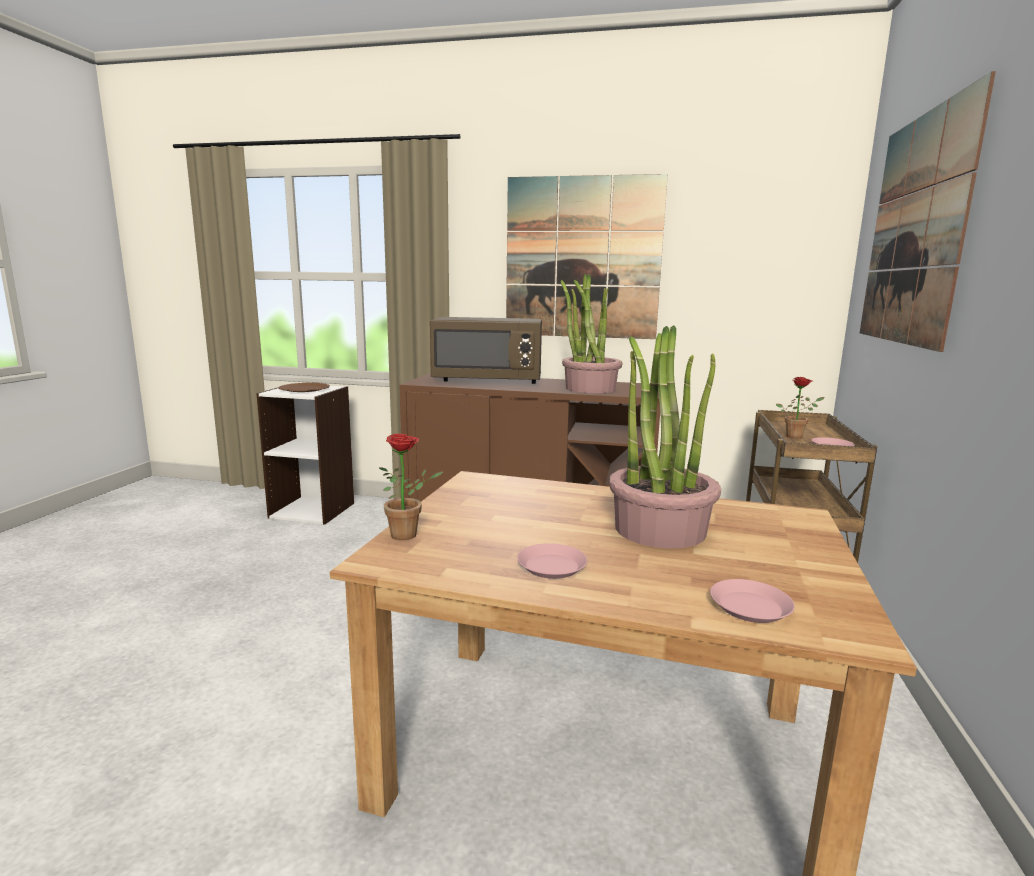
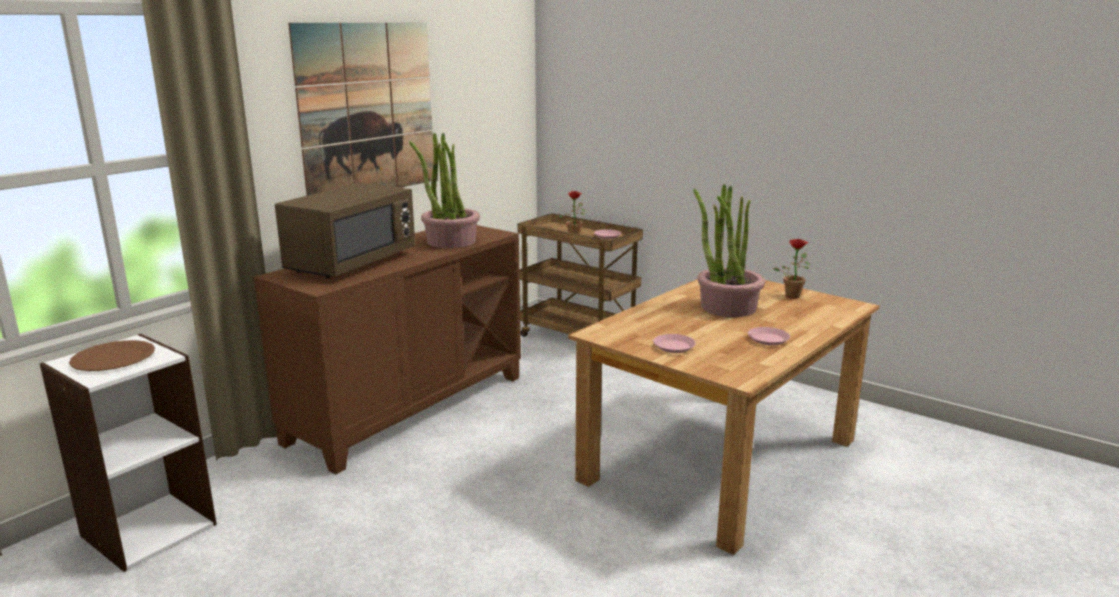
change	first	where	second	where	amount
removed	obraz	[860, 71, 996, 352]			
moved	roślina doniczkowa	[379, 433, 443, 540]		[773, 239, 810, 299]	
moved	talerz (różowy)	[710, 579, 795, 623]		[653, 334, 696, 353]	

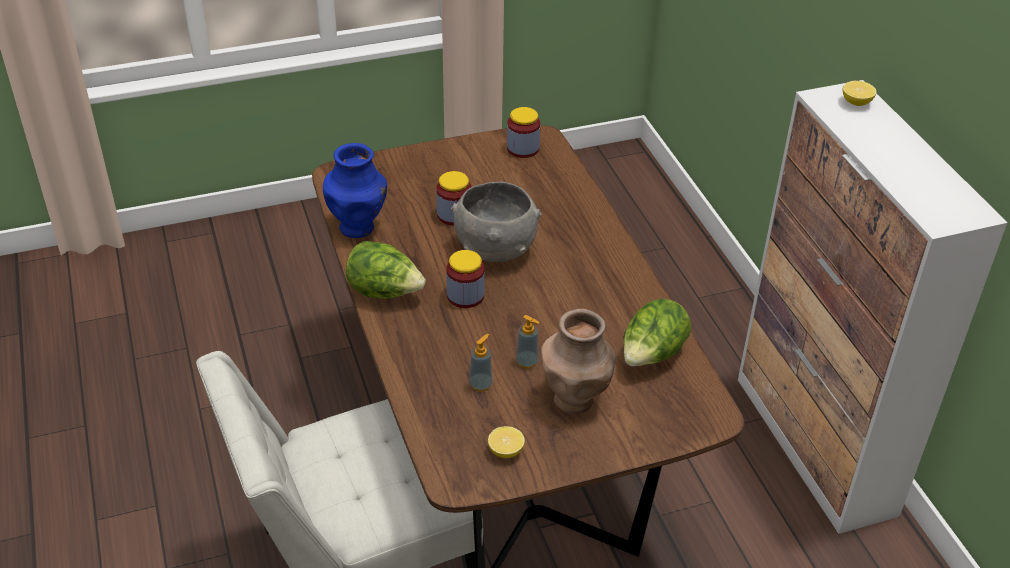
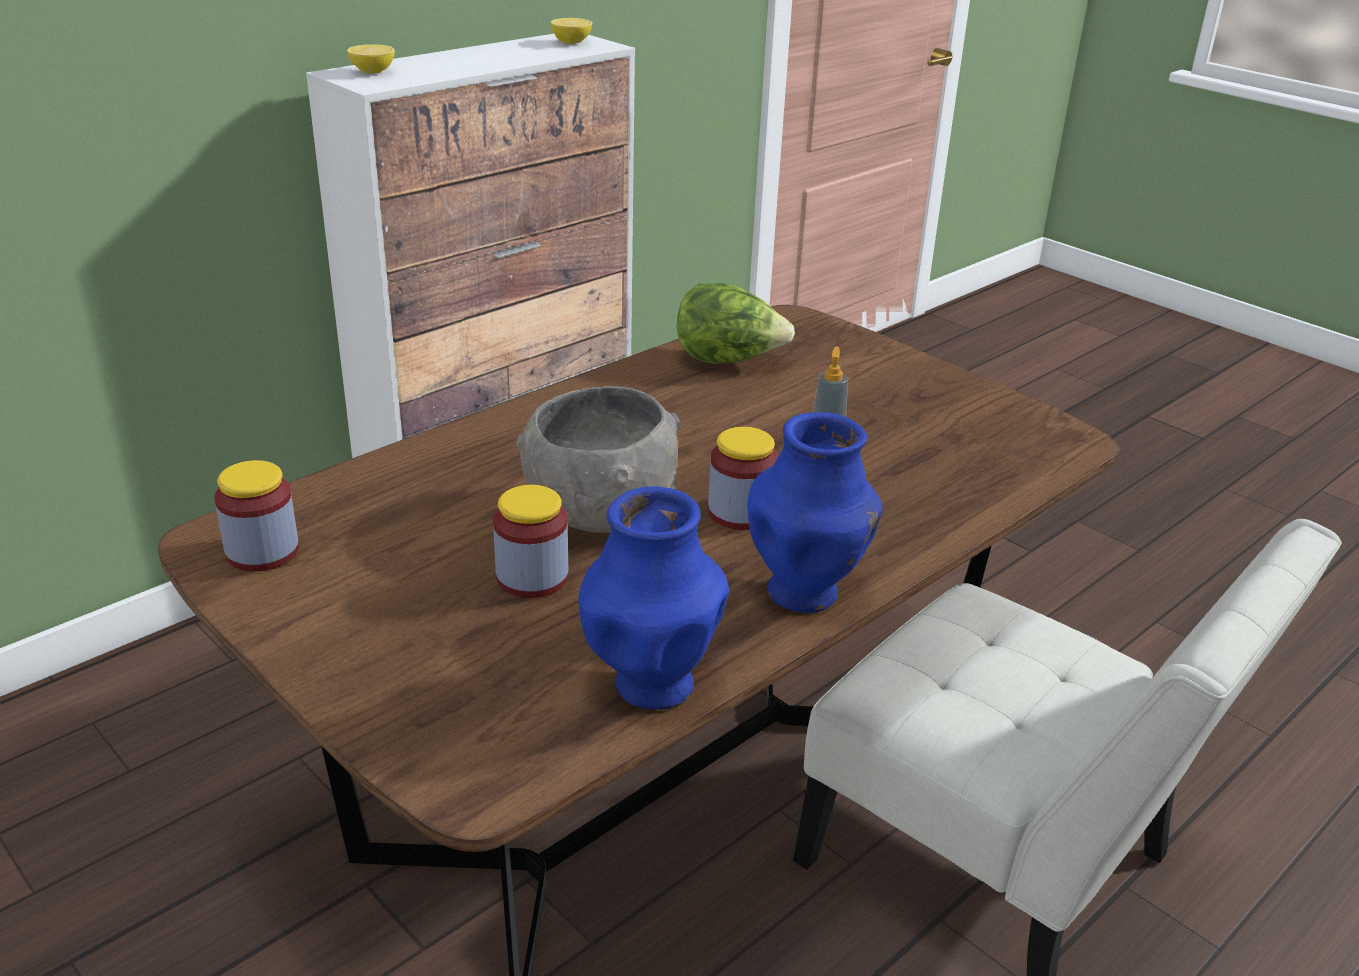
change	first	where	second	where	amount
replaced	sałata	[346, 241, 426, 299]	wazon (niebieski)	[747, 412, 882, 613]	
removed	wazon (brązowy)	[541, 309, 615, 414]			
removed	dozownik mydła	[469, 334, 493, 392]			
moved	cytryna	[488, 426, 525, 458]		[551, 18, 592, 44]	

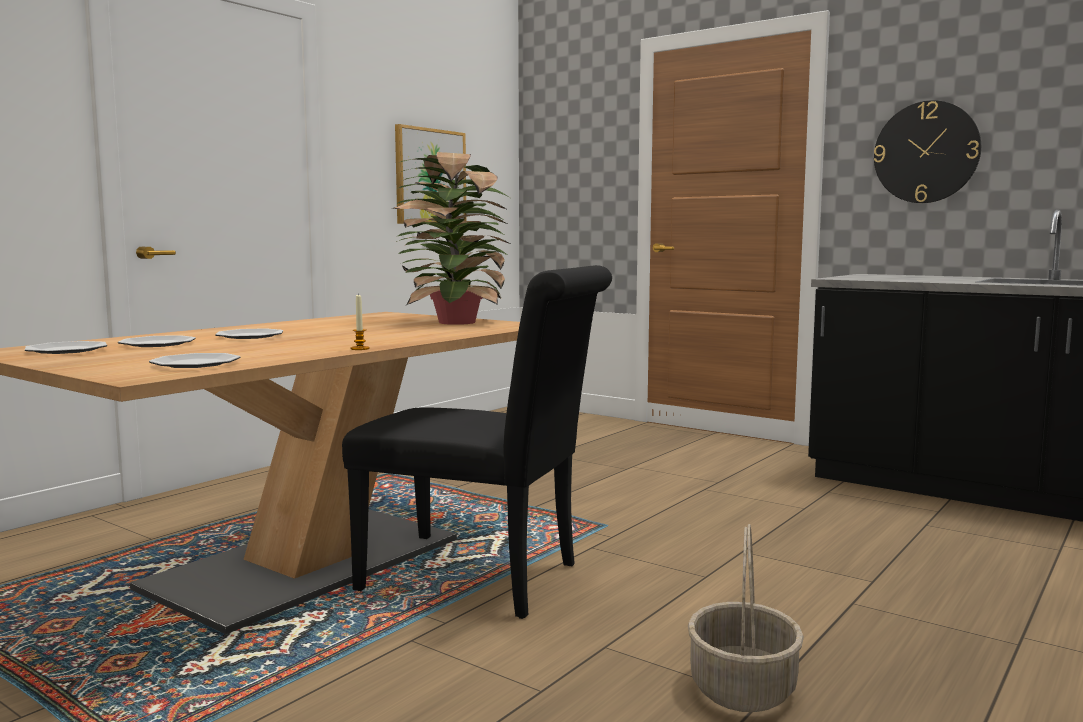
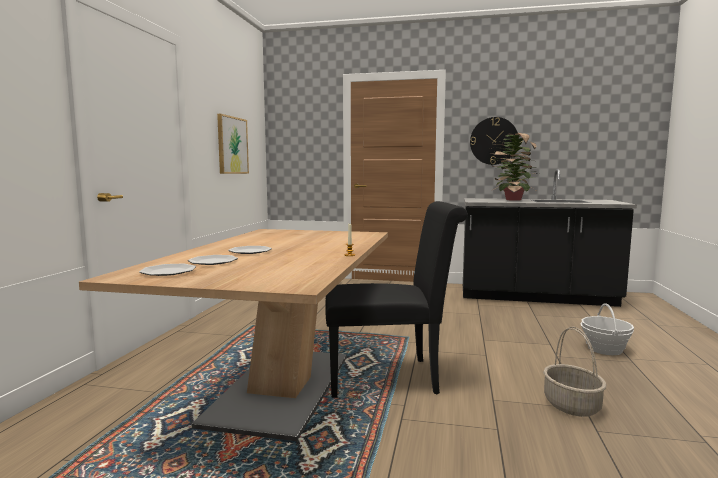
change	first	where	second	where	amount
moved	roślina doniczkowa	[391, 152, 510, 325]		[489, 133, 538, 201]	
removed	talerz	[149, 353, 240, 368]			
added			koszyk	[580, 303, 634, 355]	

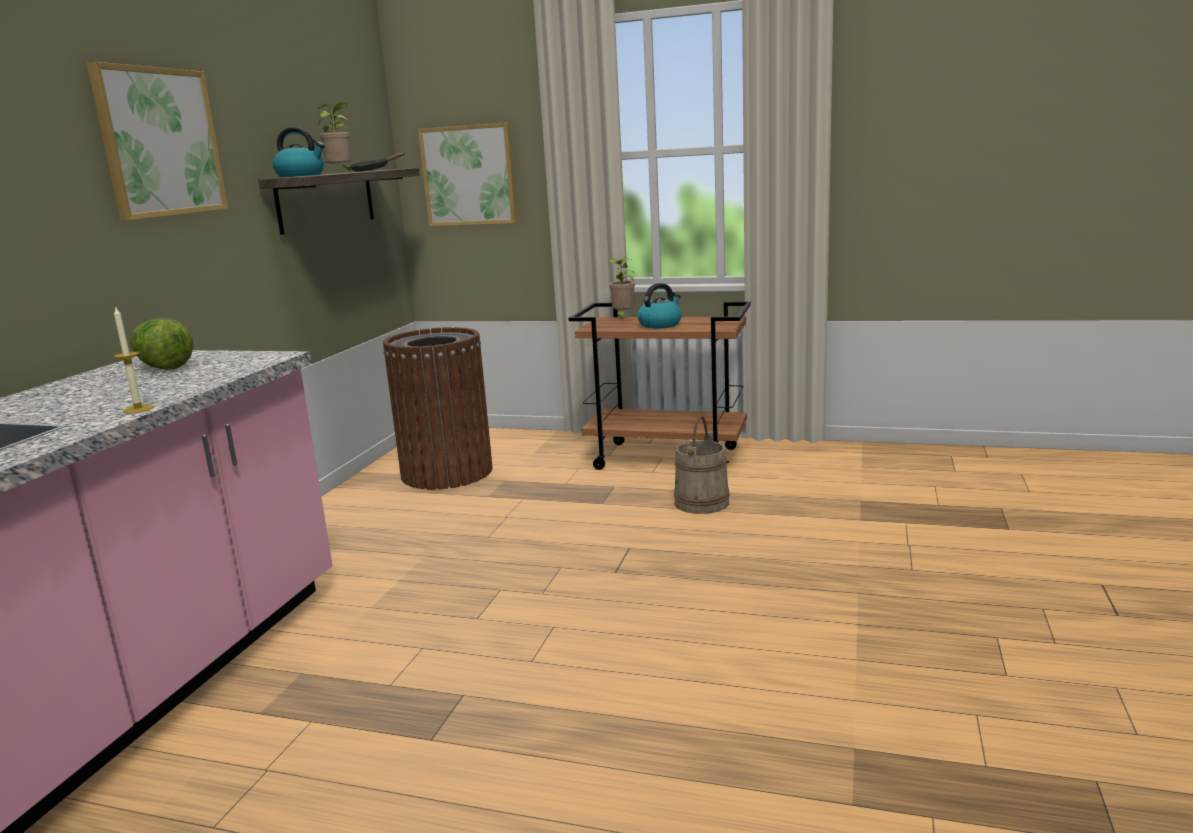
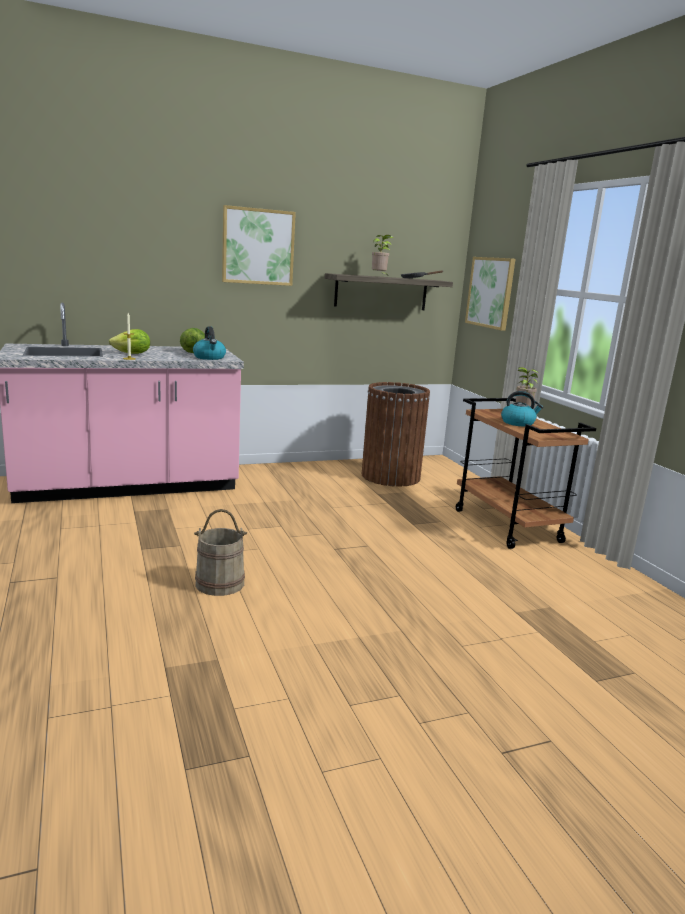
change	first	where	second	where	amount
moved	czajnik	[273, 127, 325, 177]		[193, 326, 226, 360]	
moved	wiadro (beżowy)	[674, 416, 730, 514]		[194, 509, 247, 596]	
added			sałata	[109, 329, 150, 354]	

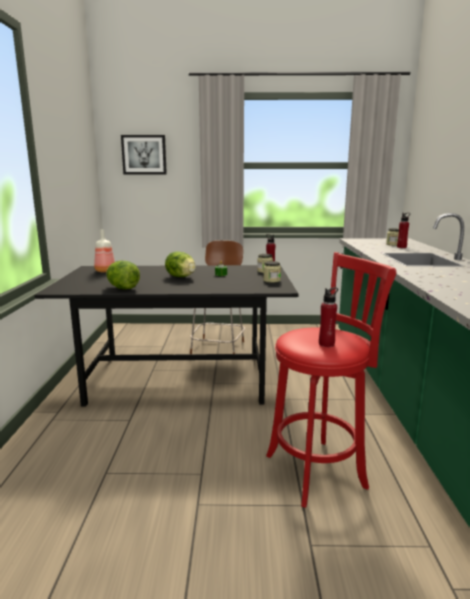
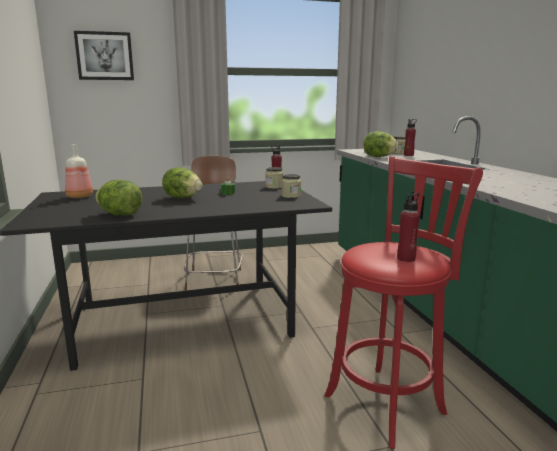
change	first	where	second	where	amount
added			sałata	[364, 131, 399, 157]	

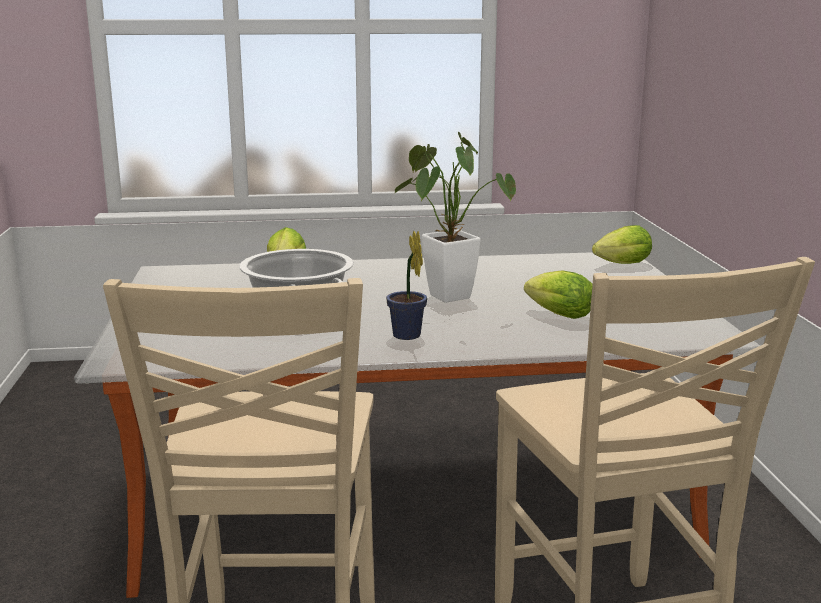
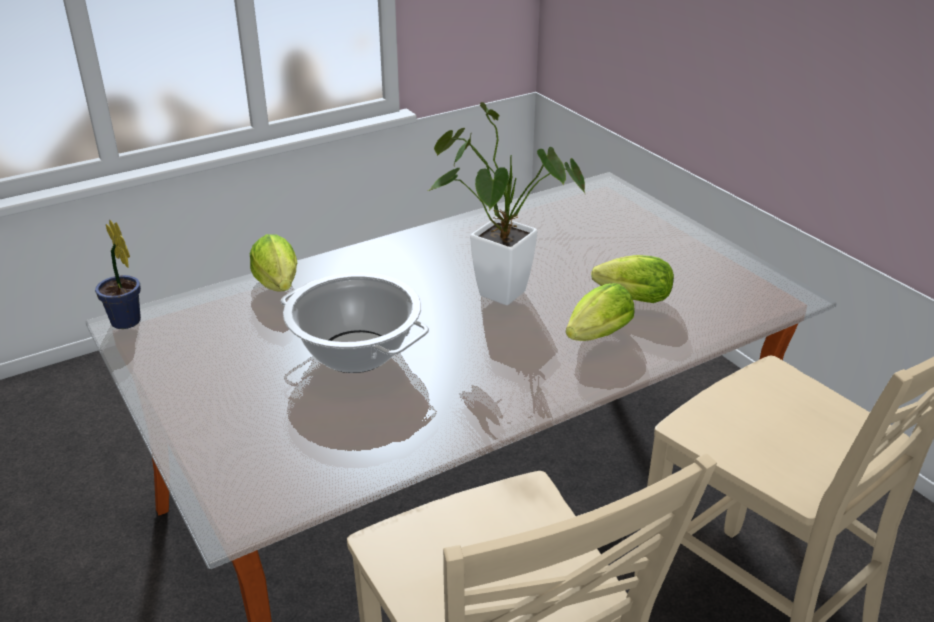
change	first	where	second	where	amount
moved	sałata	[592, 225, 652, 264]		[566, 283, 635, 341]	
moved	roślina doniczkowa	[386, 230, 427, 340]		[95, 219, 141, 329]	

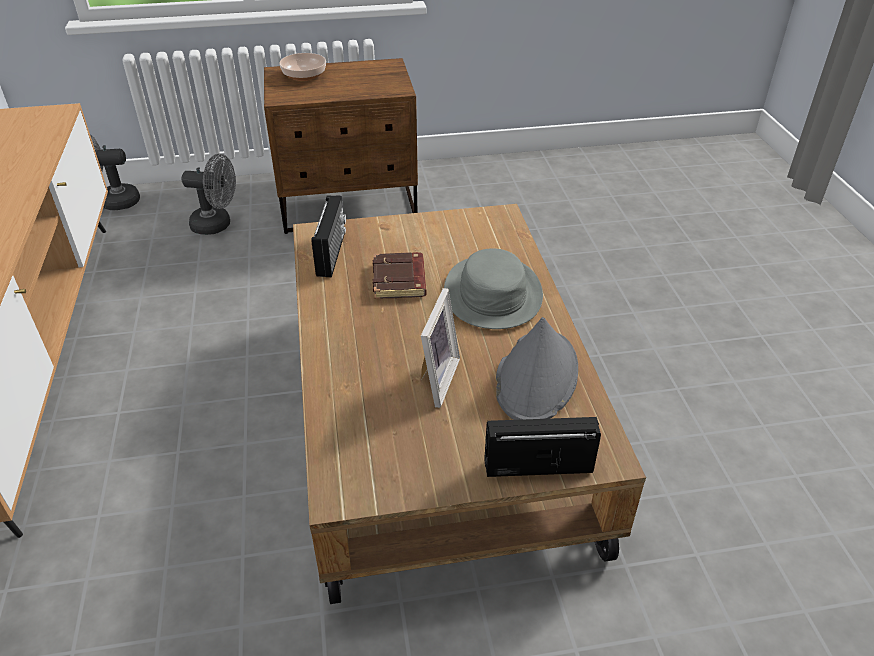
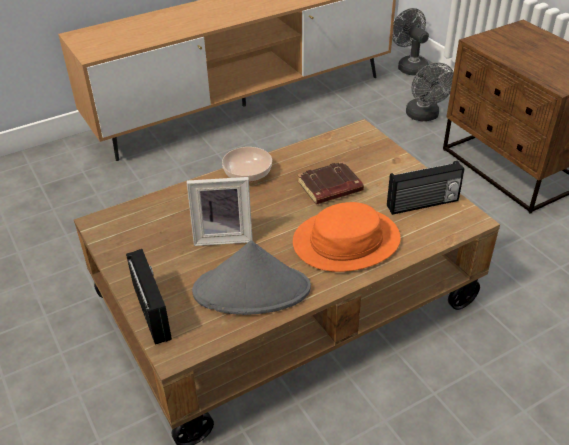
change	first	where	second	where	amount
moved	miska	[279, 53, 326, 81]		[222, 147, 272, 182]	
moved	radio	[311, 196, 346, 277]		[387, 161, 465, 215]	
recoloured	kapelusz (szary)	[444, 248, 543, 329]	kapelusz (pomarańczowy)	[293, 202, 401, 272]	

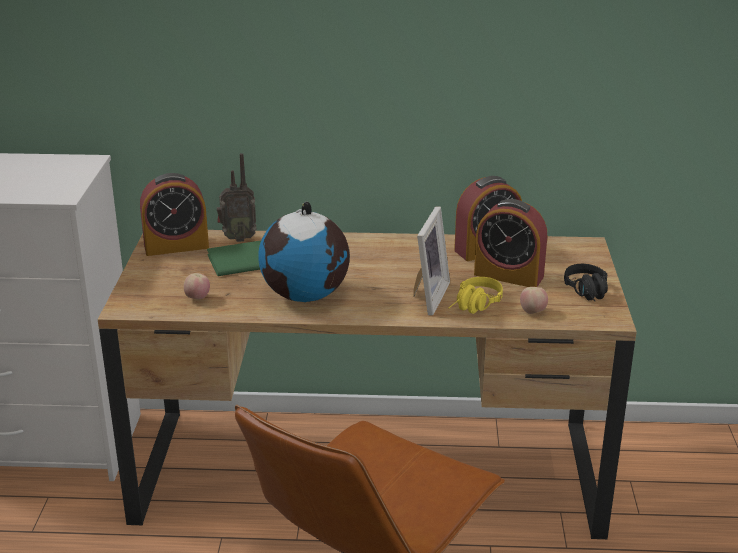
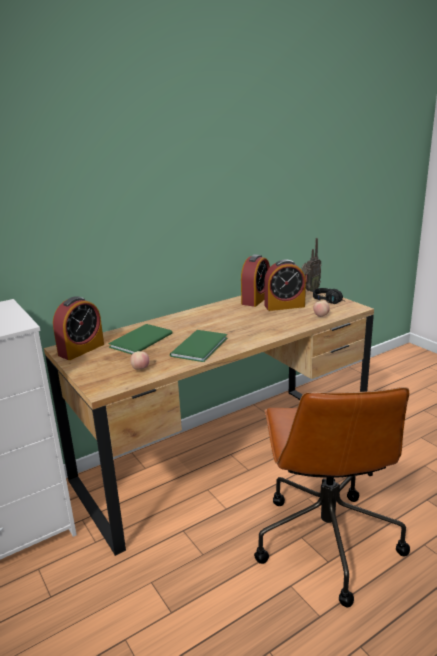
change	first	where	second	where	amount
moved	radio	[217, 153, 257, 242]		[301, 238, 321, 292]	
replaced	globus	[258, 202, 350, 302]	książka (zielony)	[170, 330, 227, 362]	
removed	ramka na zdjęcie	[413, 206, 450, 315]			
removed	słuchawki (żółty)	[449, 277, 503, 314]			

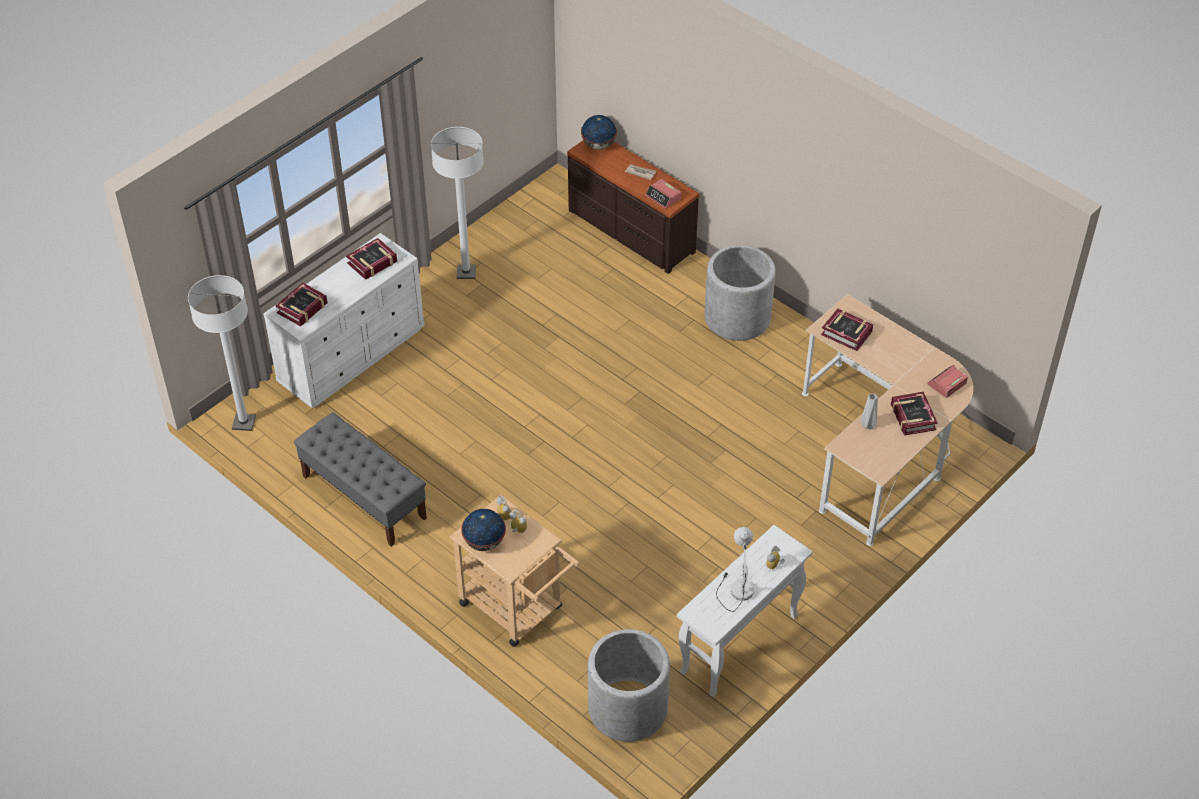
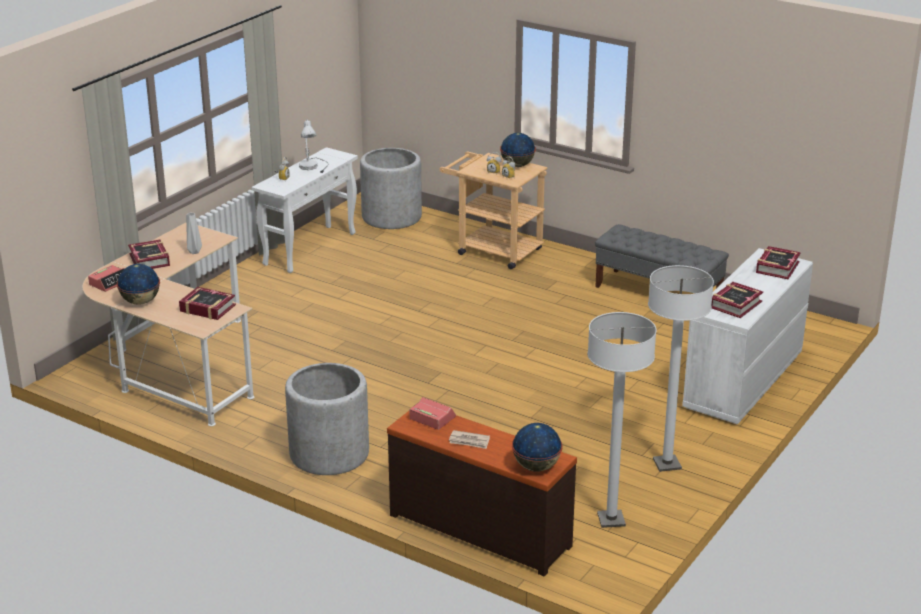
change	first	where	second	where	amount
moved	lampa stojąca (biały)	[188, 275, 256, 431]		[587, 312, 657, 528]	
added			globus	[117, 264, 160, 305]	

